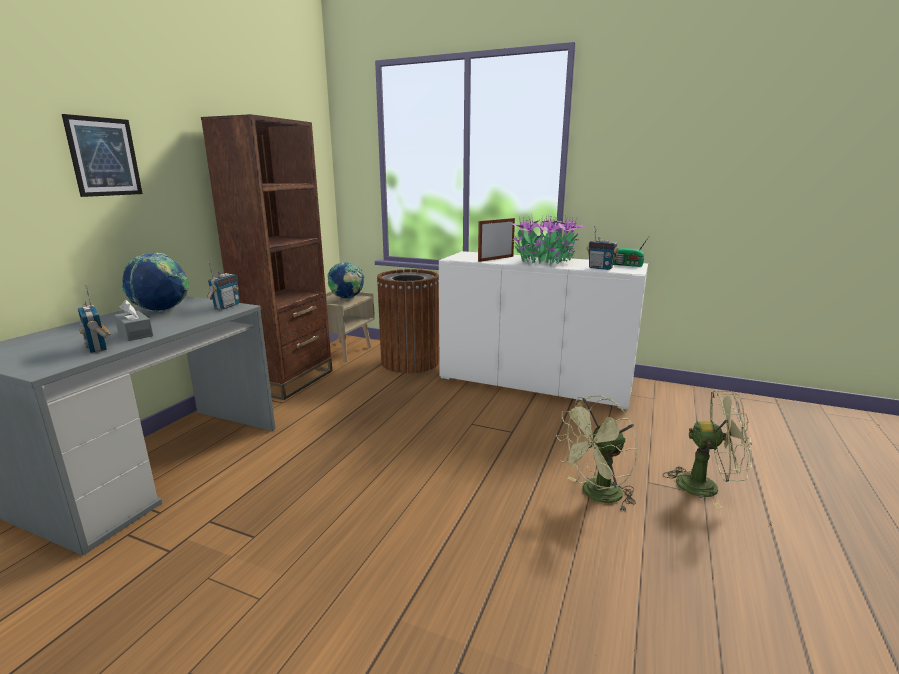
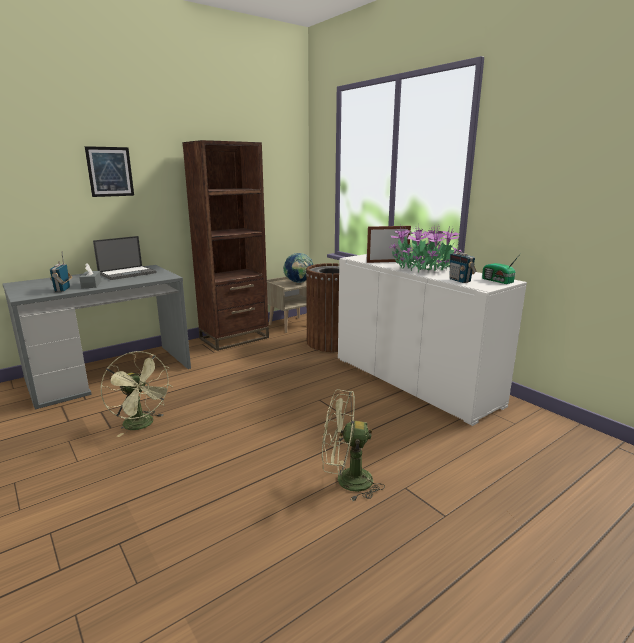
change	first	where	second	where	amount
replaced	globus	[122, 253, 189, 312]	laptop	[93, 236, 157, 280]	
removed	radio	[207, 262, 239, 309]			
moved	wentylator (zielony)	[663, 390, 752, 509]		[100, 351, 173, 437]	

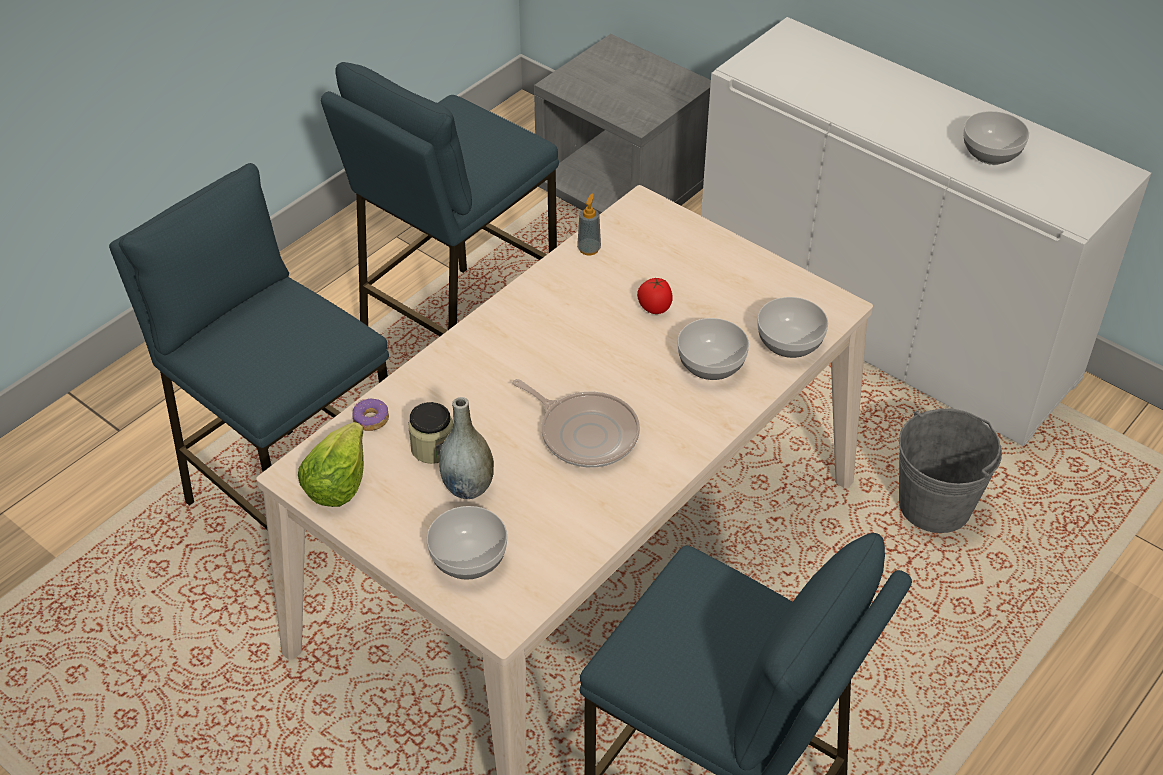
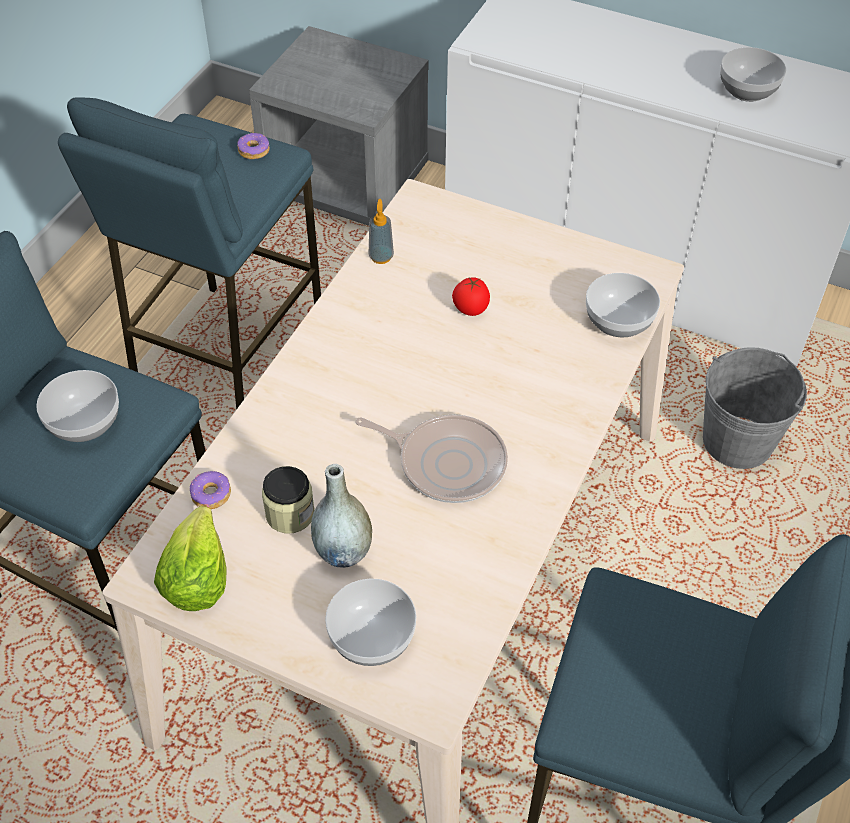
change	first	where	second	where	amount
moved	miska	[677, 318, 749, 380]		[36, 370, 119, 442]	
added			donut	[237, 133, 270, 159]	

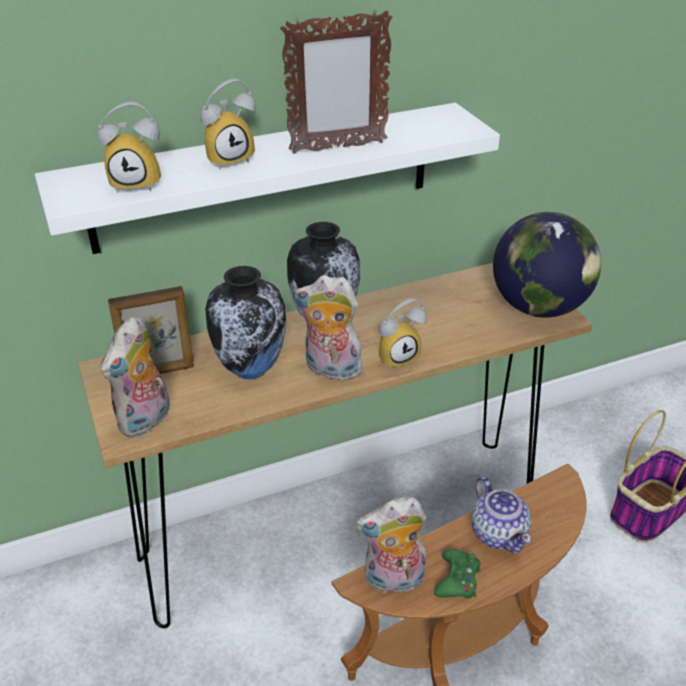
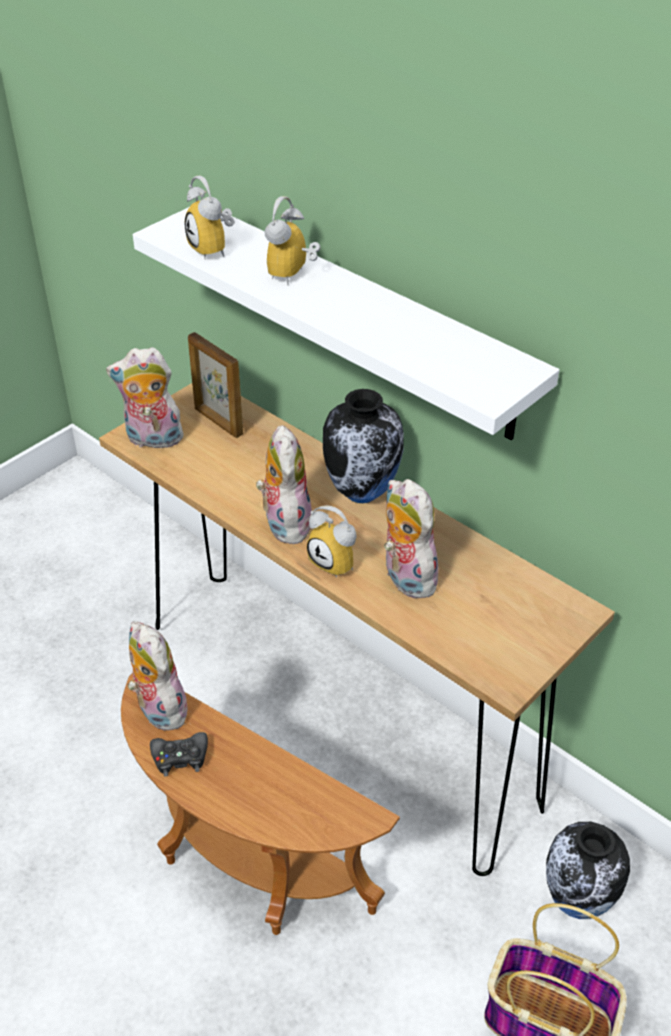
change	first	where	second	where	amount
removed	ramka na zdjęcie	[280, 10, 392, 154]			
turned	budzik	[200, 79, 256, 170]		[264, 196, 320, 285]	75 degrees clockwise
removed	globus	[493, 212, 601, 318]			
moved	wazon	[205, 266, 286, 379]		[546, 822, 630, 919]	
removed	imbryk	[472, 477, 531, 553]			
recoloured	pad do gier (zielony)	[434, 549, 480, 598]	pad do gier (czarny)	[150, 732, 208, 776]	
added			pluszak	[384, 479, 439, 599]	

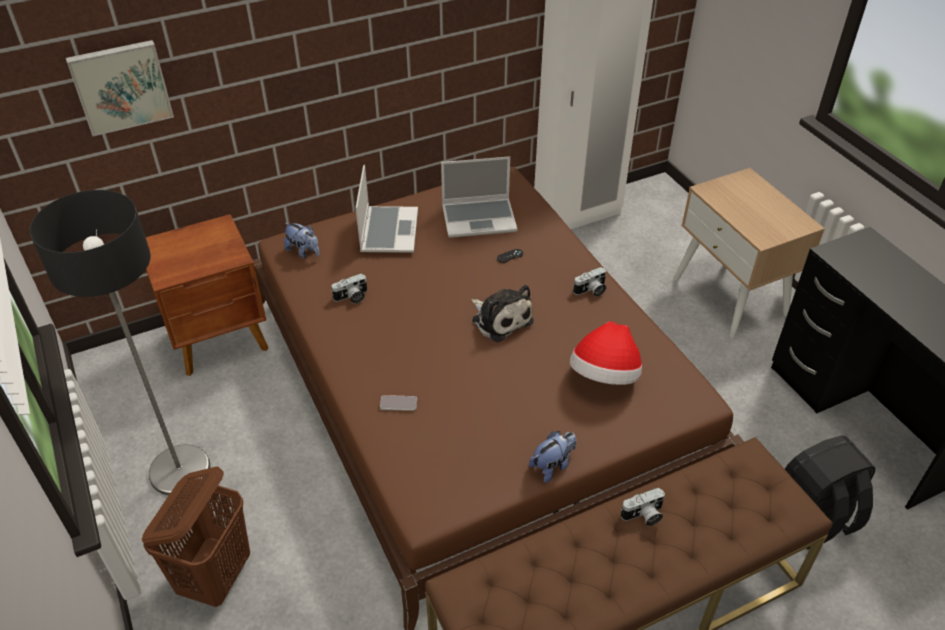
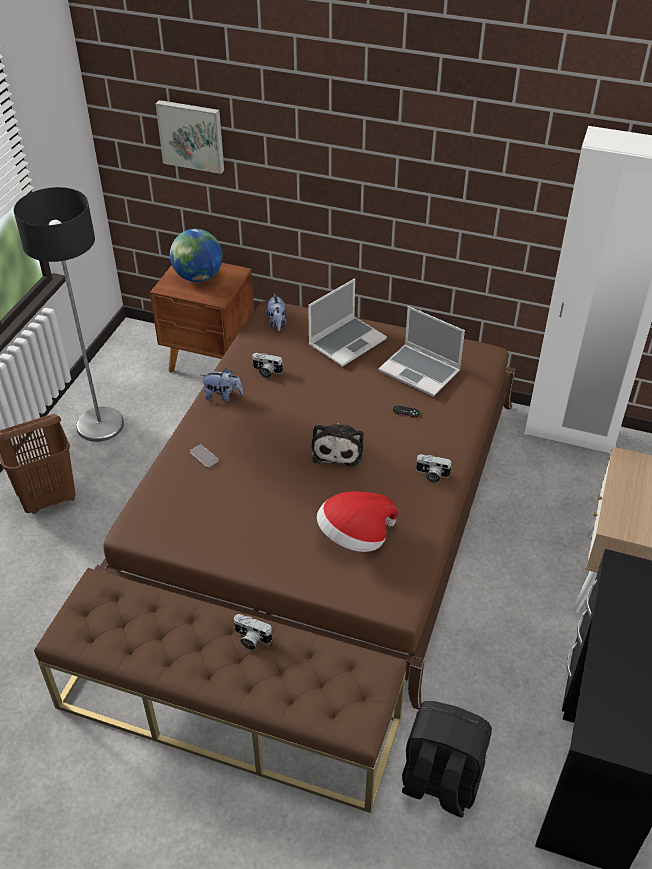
change	first	where	second	where	amount
moved	pluszak	[529, 431, 576, 483]		[202, 368, 243, 401]	
added			globus	[170, 229, 223, 282]	

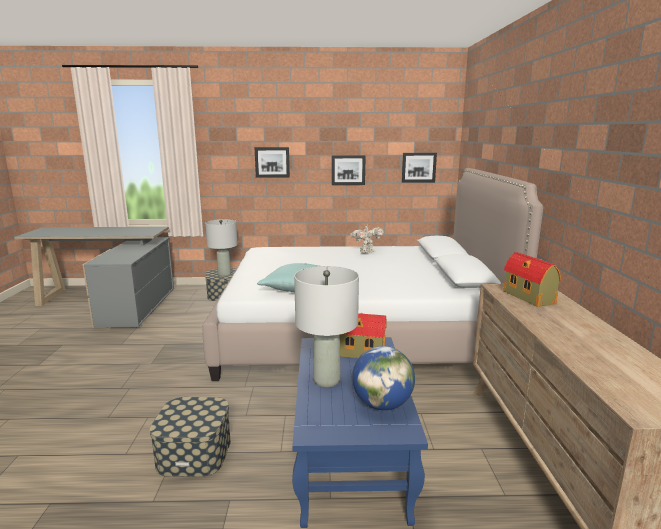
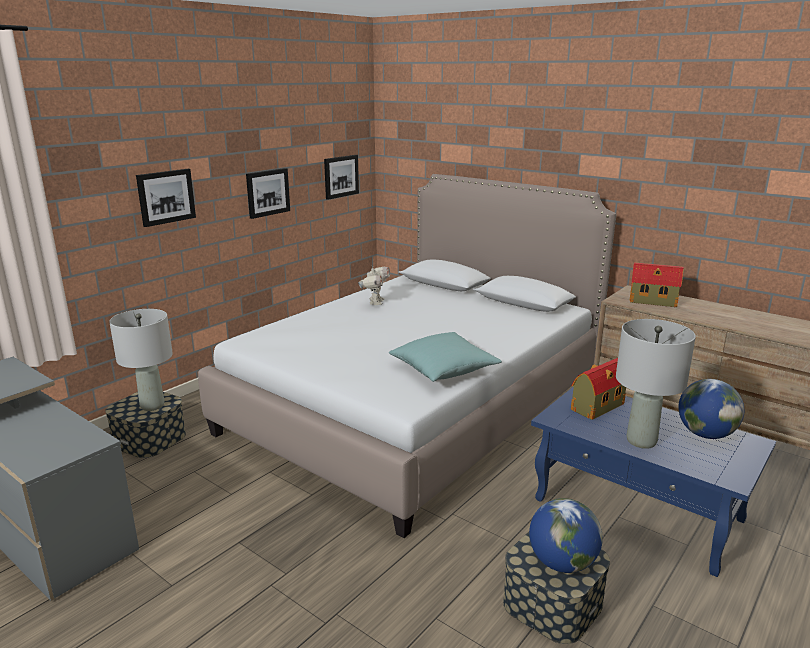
change	first	where	second	where	amount
added			globus	[529, 498, 603, 573]	

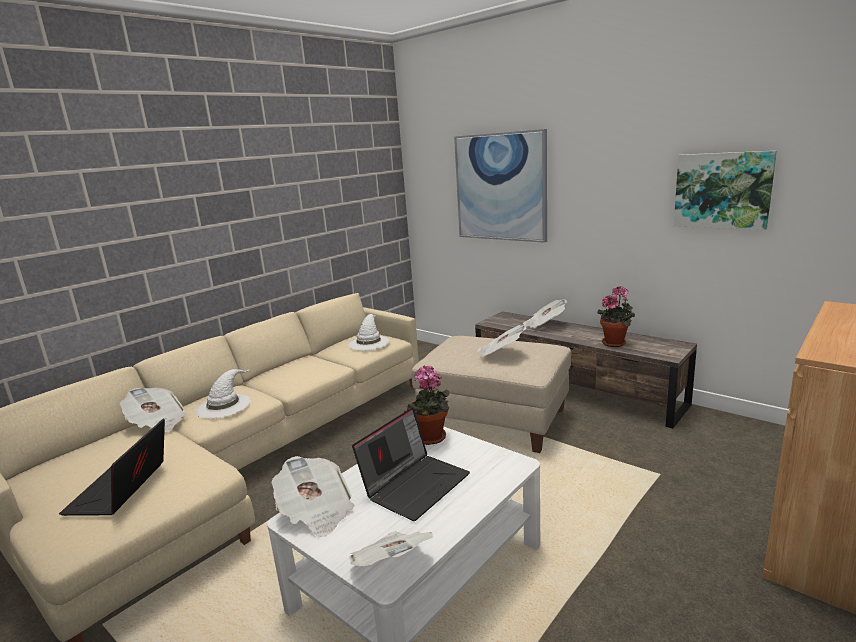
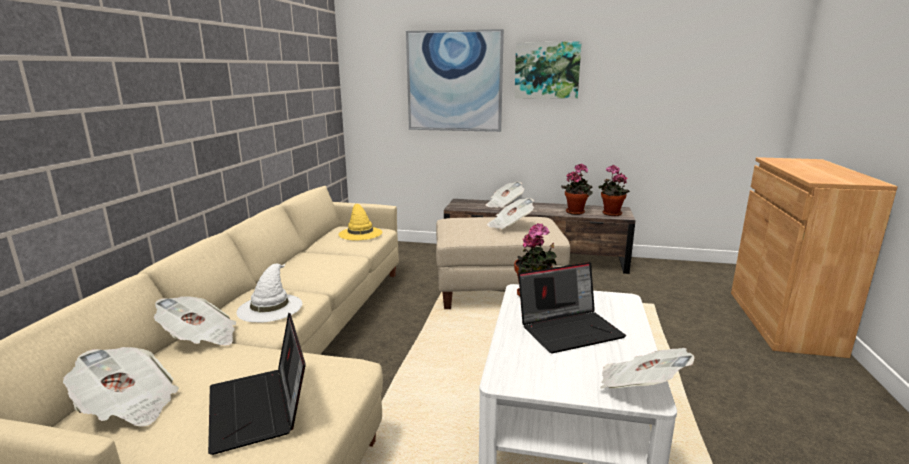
change	first	where	second	where	amount
moved	obraz	[674, 151, 777, 230]		[514, 41, 582, 99]	
recoloured	kapelusz (biały)	[348, 314, 390, 351]	kapelusz (żółty)	[339, 204, 382, 240]	
turned	laptop	[352, 407, 470, 521]		[518, 262, 626, 354]	60 degrees clockwise
moved	gazeta	[272, 456, 354, 537]		[63, 347, 179, 427]	
added			roślina doniczkowa	[599, 165, 630, 216]	

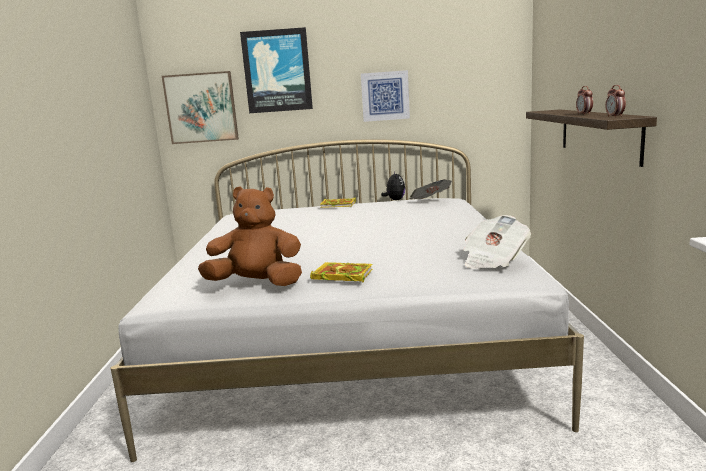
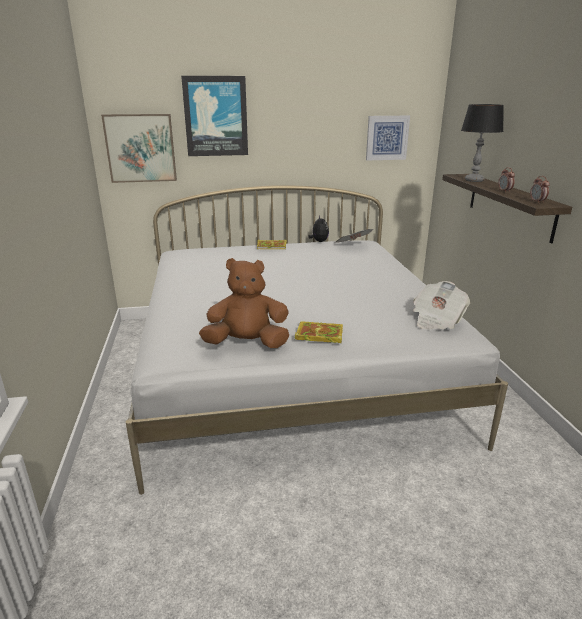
change	first	where	second	where	amount
moved	obraz	[361, 70, 410, 122]		[366, 116, 410, 160]	
added			lampa stołowa	[461, 104, 504, 182]	

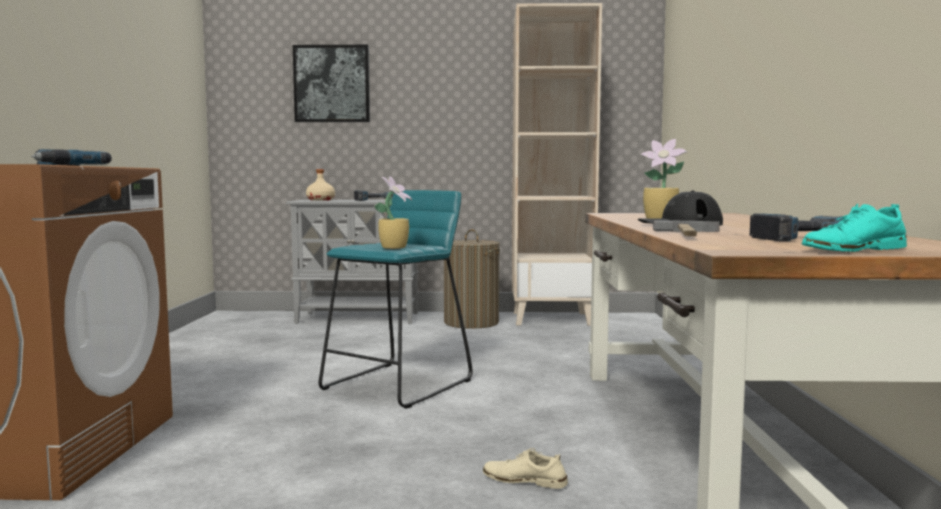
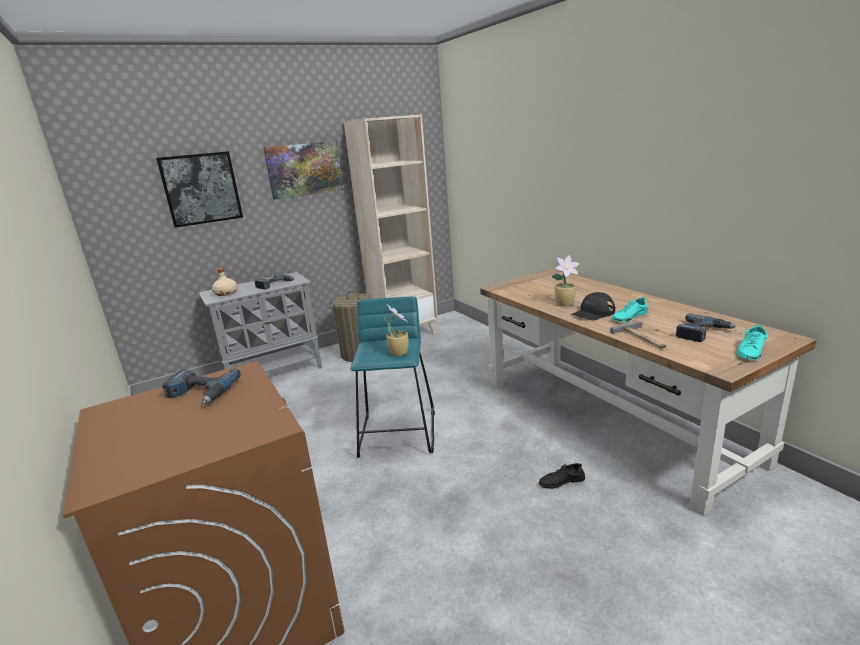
change	first	where	second	where	amount
recoloured	but (beżowy)	[483, 448, 568, 489]	but (czarny)	[539, 463, 585, 489]	
added			obraz	[263, 141, 344, 200]	
added			but (turkusowy)	[612, 297, 648, 322]	

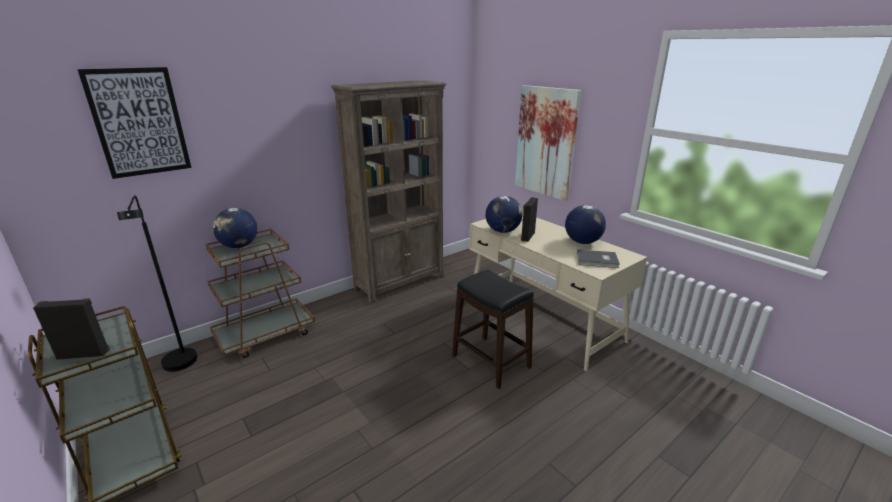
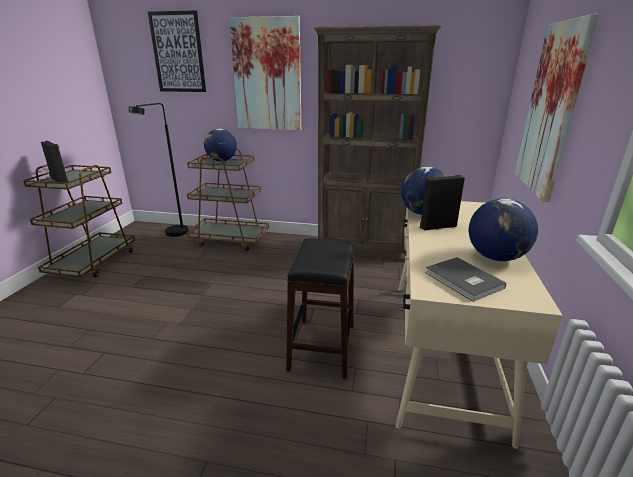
change	first	where	second	where	amount
added			obraz	[229, 16, 301, 130]	

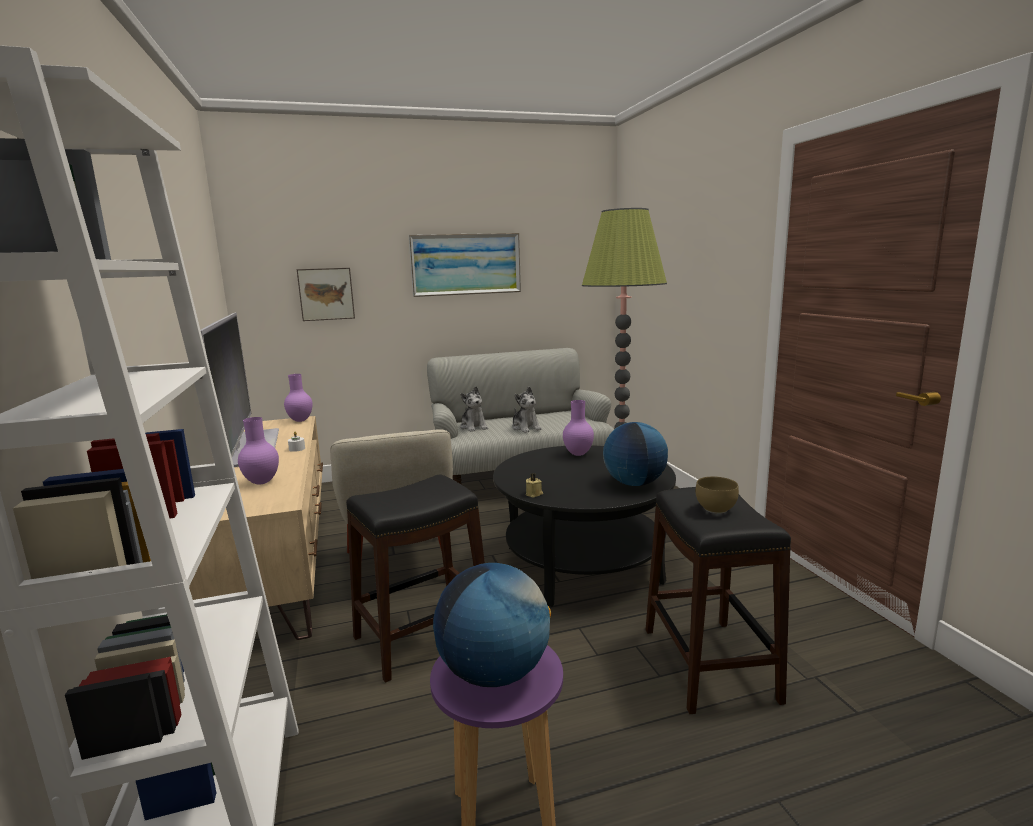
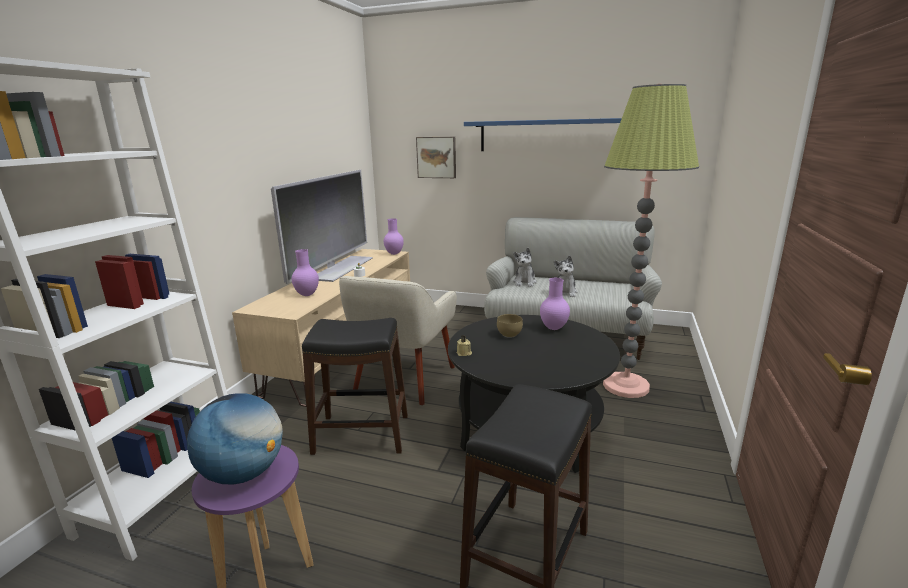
change	first	where	second	where	amount
replaced	obraz	[409, 233, 521, 297]	półka (niebieski)	[464, 118, 622, 151]	
removed	globus	[603, 422, 668, 486]			
moved	miska (brązowy)	[696, 477, 739, 513]		[497, 314, 523, 338]	

